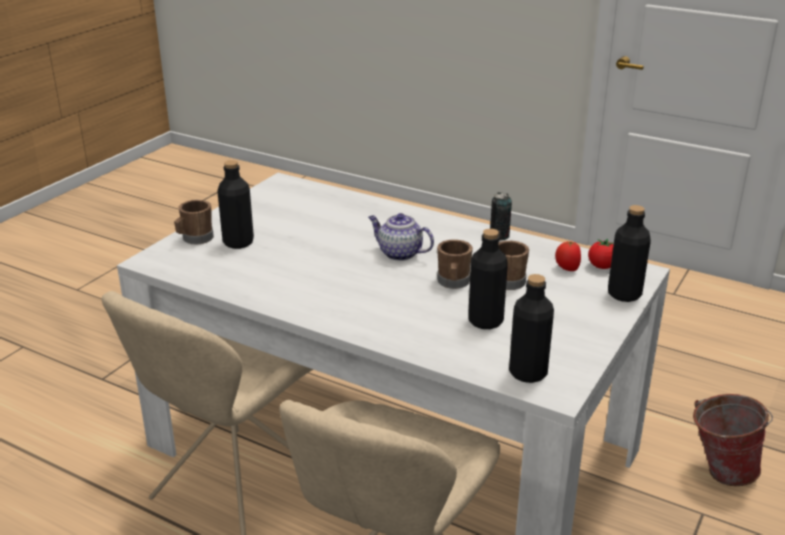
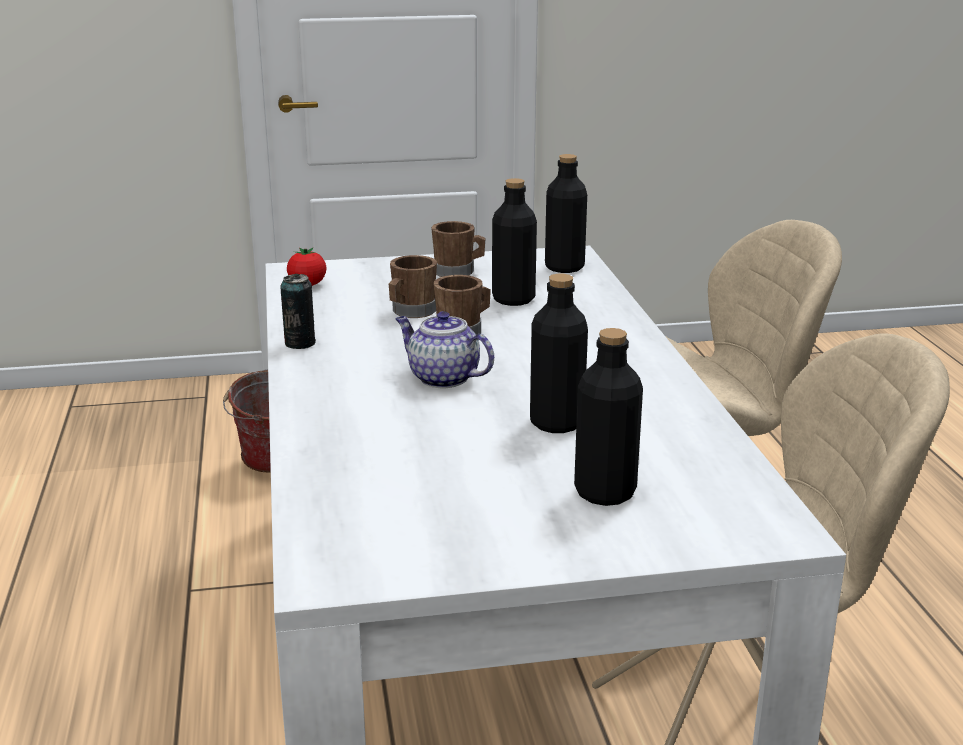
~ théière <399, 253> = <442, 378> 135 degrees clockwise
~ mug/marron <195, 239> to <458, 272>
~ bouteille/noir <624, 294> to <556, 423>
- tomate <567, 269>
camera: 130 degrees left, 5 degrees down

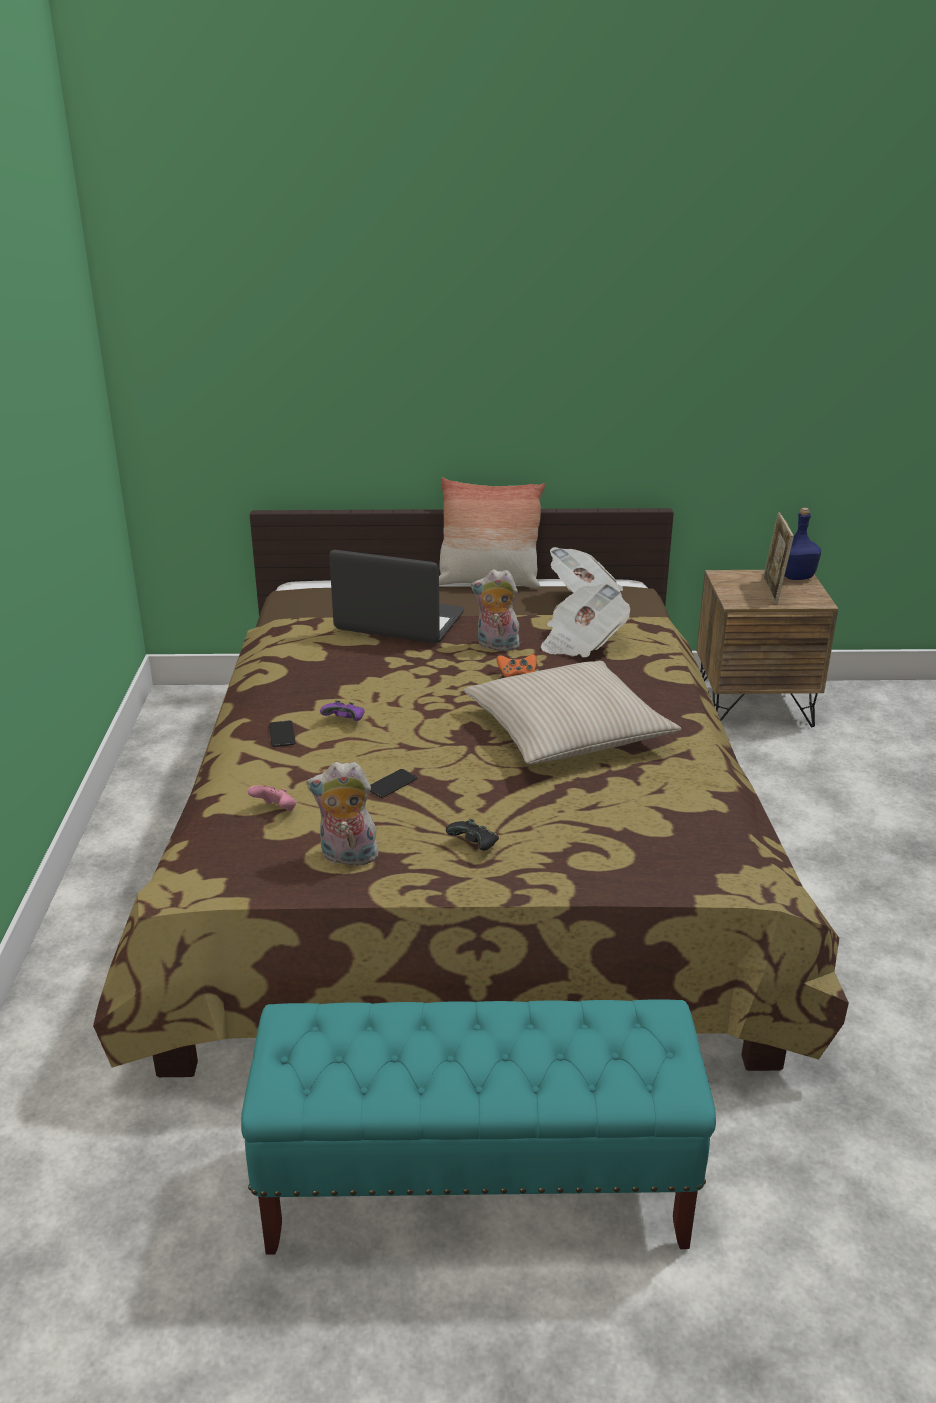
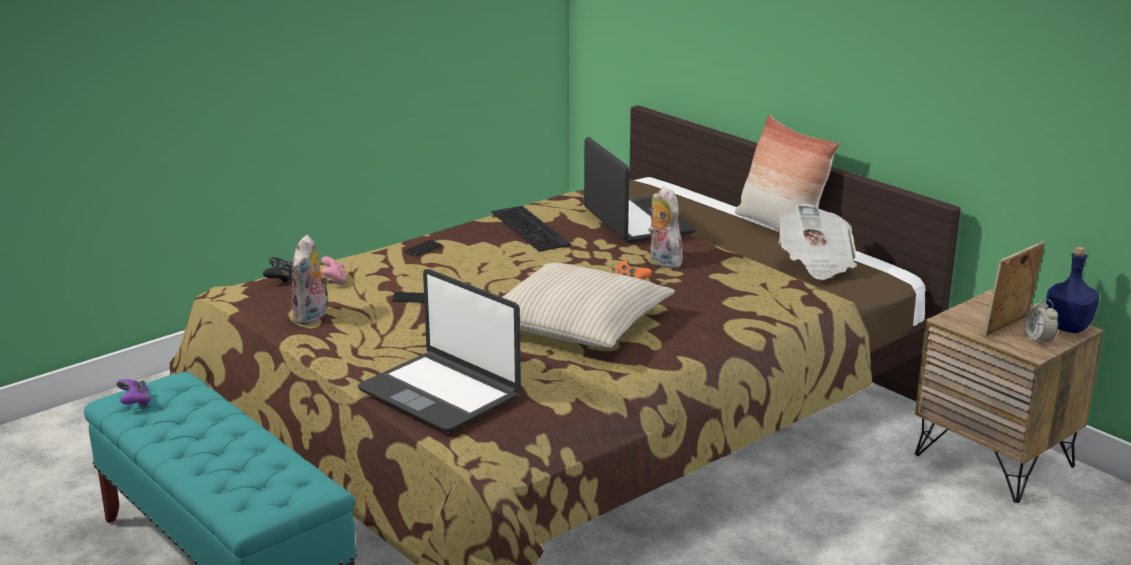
~ manette/violet <345, 721> to <135, 402>
~ manette/noir <474, 846> to <279, 278>
~ peluche <347, 857> = <312, 317> 135 degrees counterclockwise
+ ordinateur portable <440, 393>
+ clavier <532, 228>
+ réveil <1038, 339>
- journal <581, 642>
camera: 50 degrees right, 5 degrees down

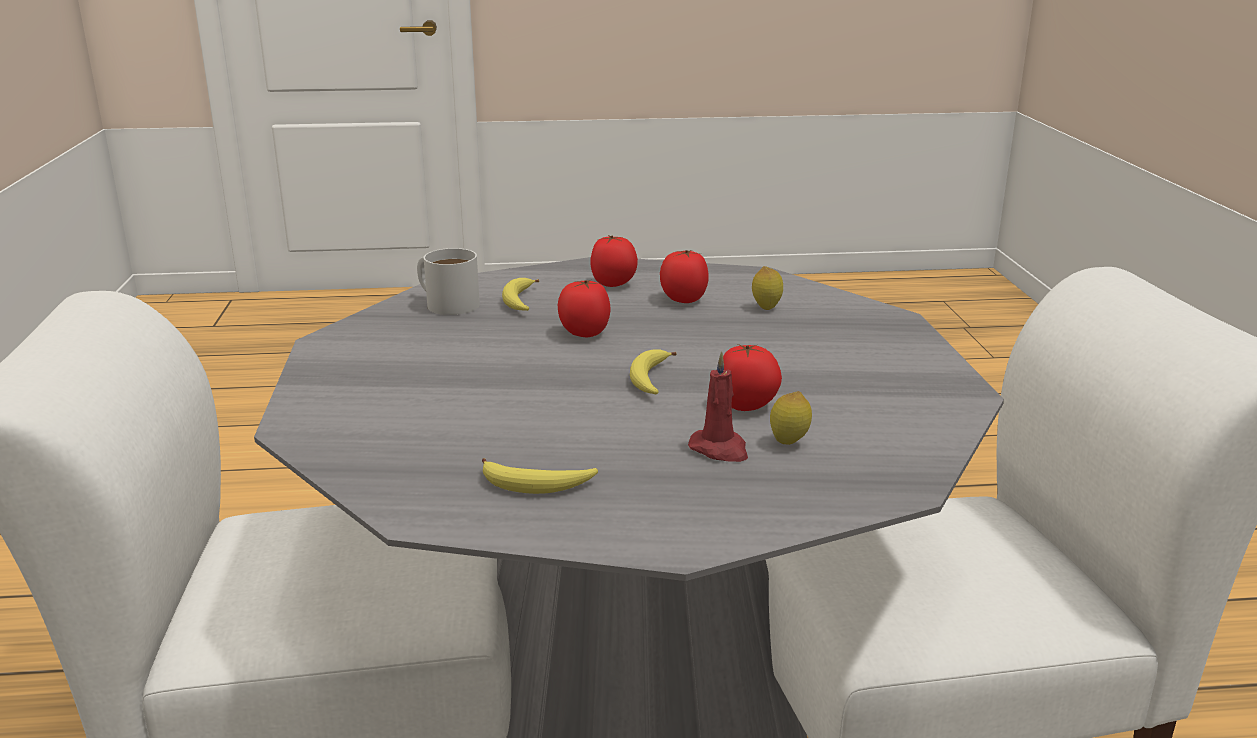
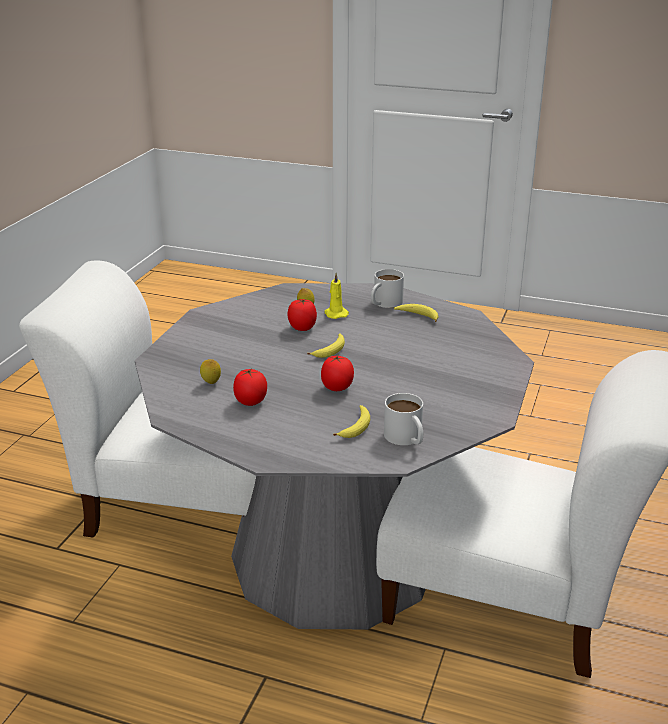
~ bougie/rouge <720, 449> to bougie/jaune <335, 314>
+ mug/blanc <384, 303>
- tomate <614, 284>
camera: 155 degrees left, 5 degrees up

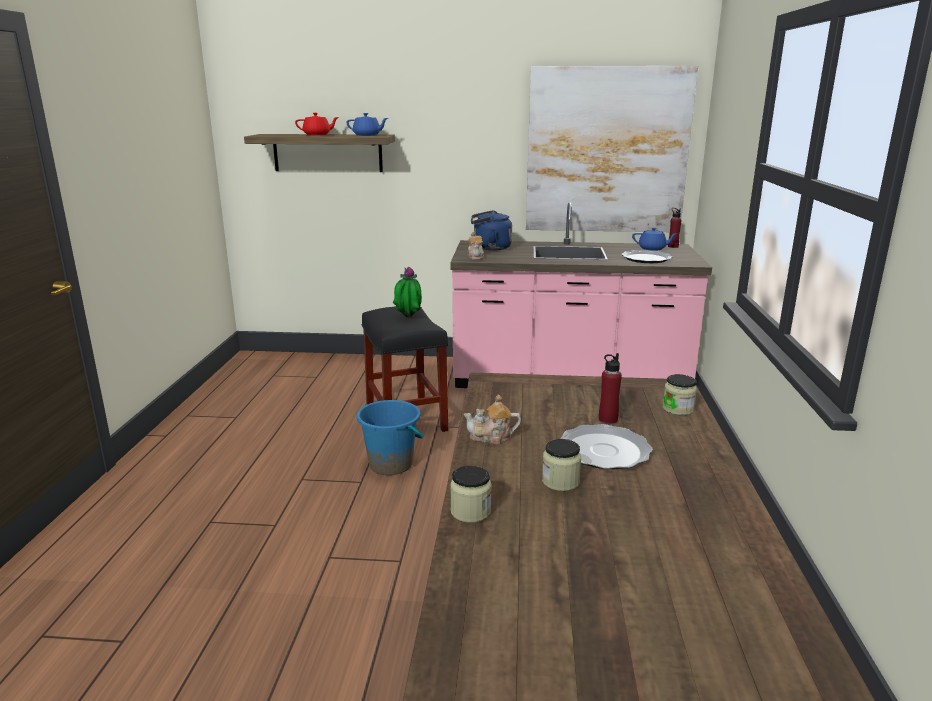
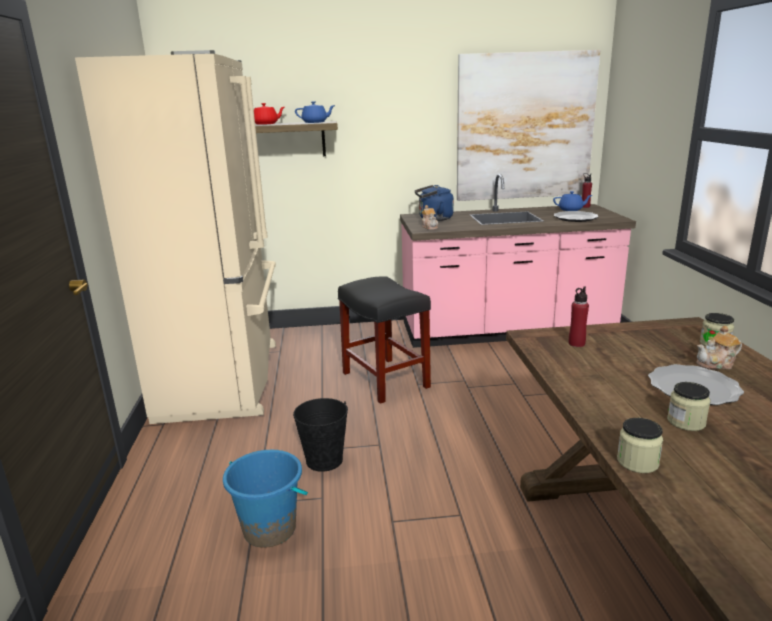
+ réfrigérateur/beige <224, 379>
~ seau/bleu <391, 464> to <270, 529>
+ seau/noir <324, 460>
~ bouteille/rouge <608, 419> to <576, 343>
~ théière <491, 437> to <716, 364>
- plante en pot <408, 318>
camera: 10 degrees left, 0 degrees up

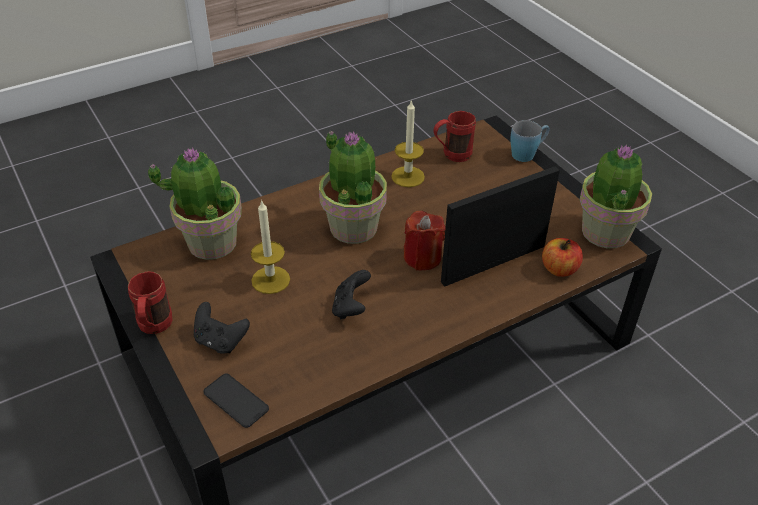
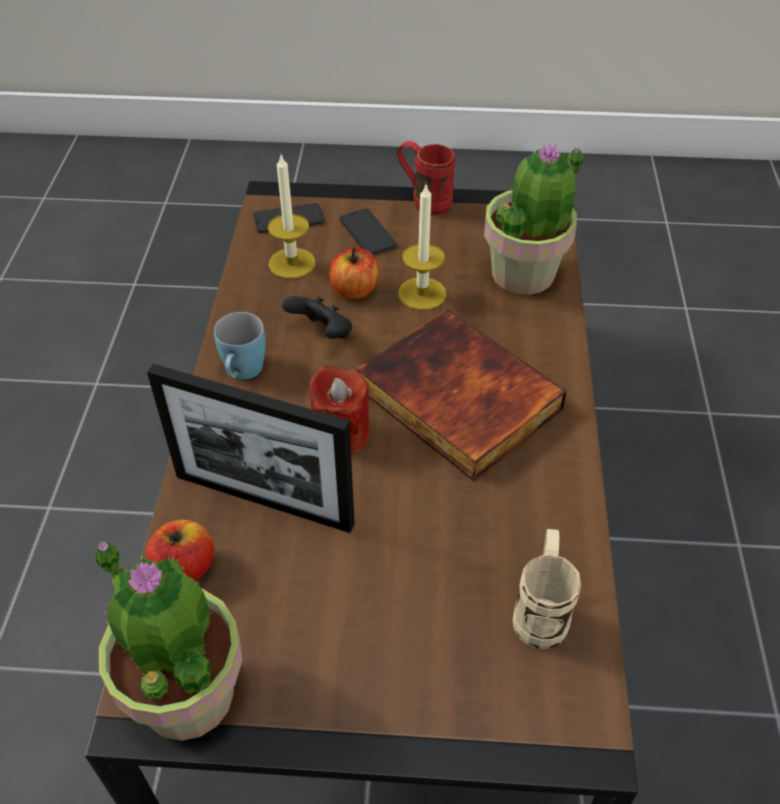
~ cadre photo <493, 264> = <263, 500> 105 degrees clockwise
~ mug/bleu <527, 153> to <242, 373>
~ bougie <408, 176> to <292, 263>
+ pomme <355, 290>
~ manette/noir <220, 341> to téléphone <367, 233>
~ plante en pot <353, 227> to livre <455, 399>
~ mug/rouge <451, 156> to mug/beige <541, 610>
camera: 125 degrees right, 5 degrees up

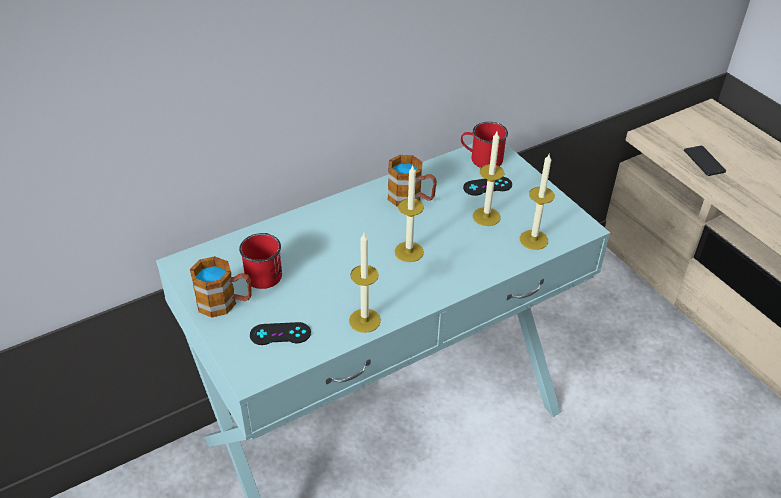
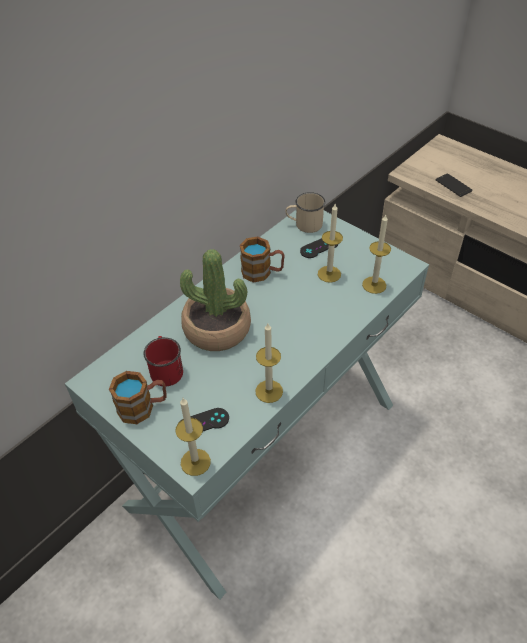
~ bougie <409, 252> to <195, 462>
+ plante en pot <217, 329>
~ mug/rouge <481, 158> to mug/beige <304, 224>
camera: 15 degrees left, 5 degrees up

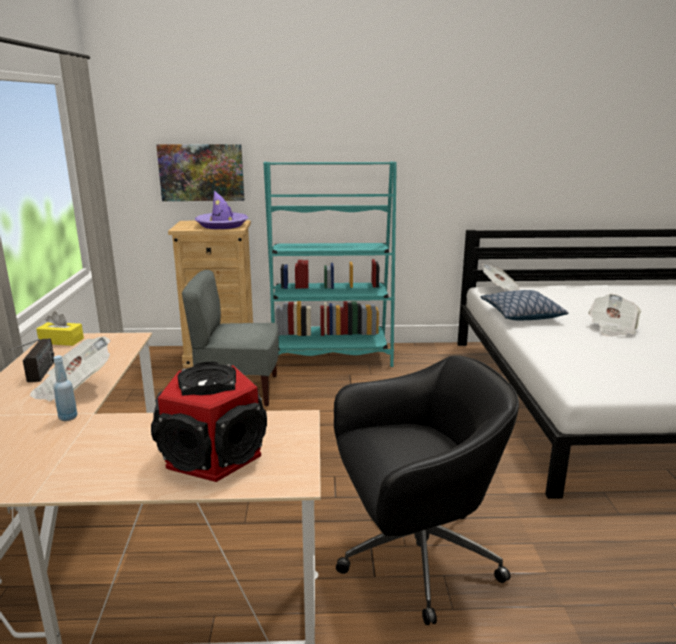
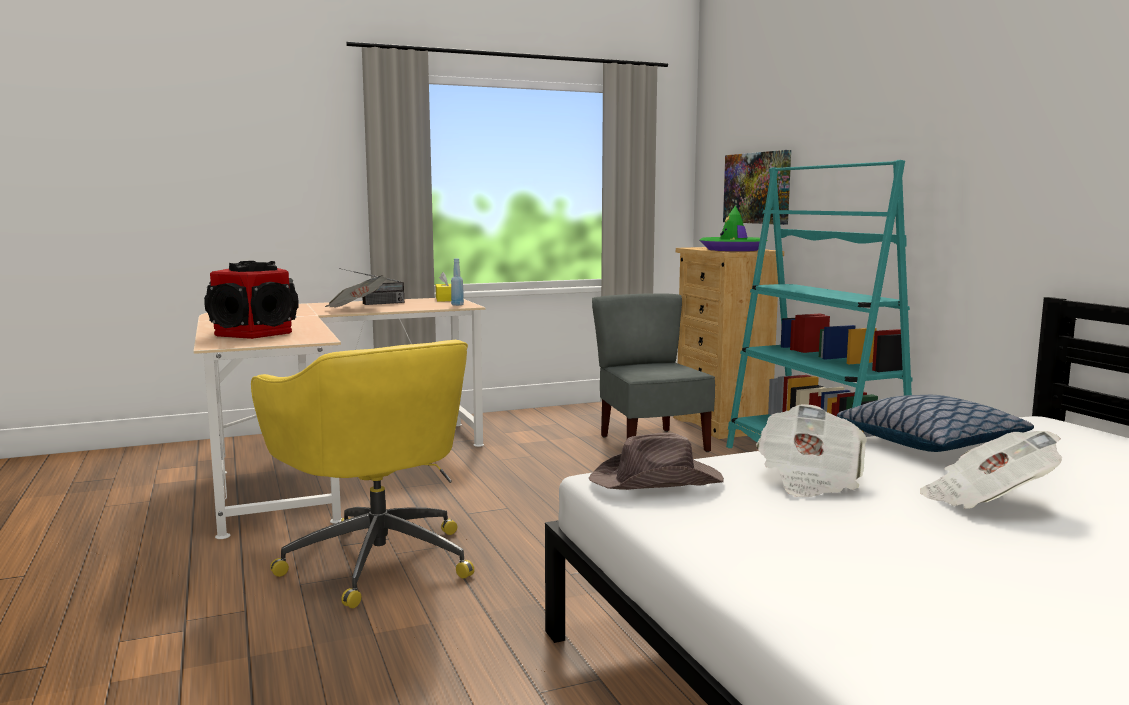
~ chaise de bureau/noir <414, 557> to chaise de bureau/jaune <377, 559>
~ bouteille/bleu <68, 417> to <457, 305>
+ chapeau/marron <657, 481>
~ chapeau/violet <222, 225> to chapeau/vert <733, 249>
~ journal <501, 290> to <809, 480>
camera: 70 degrees right, 10 degrees down

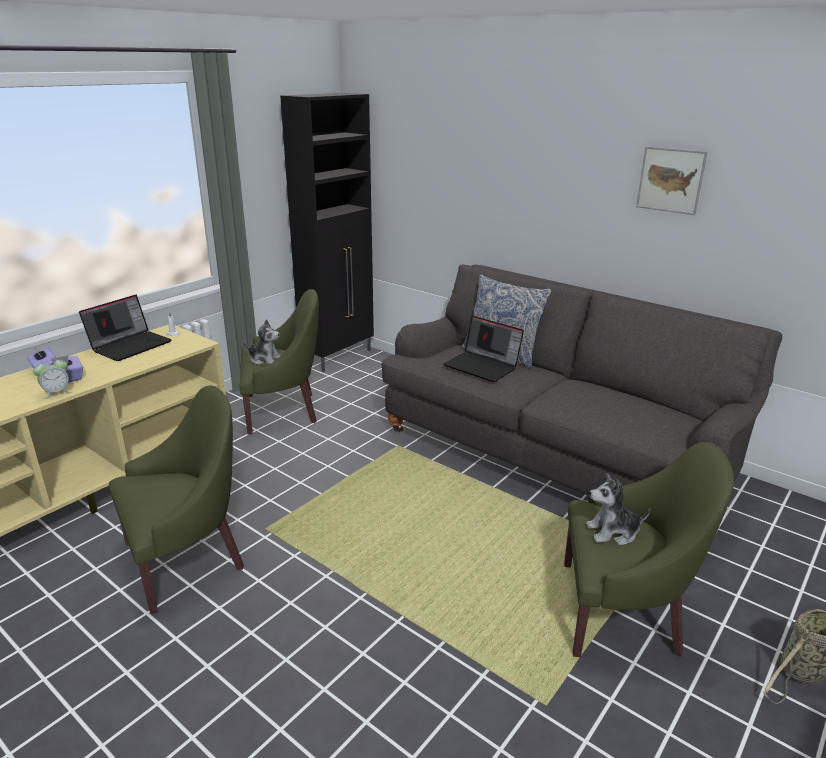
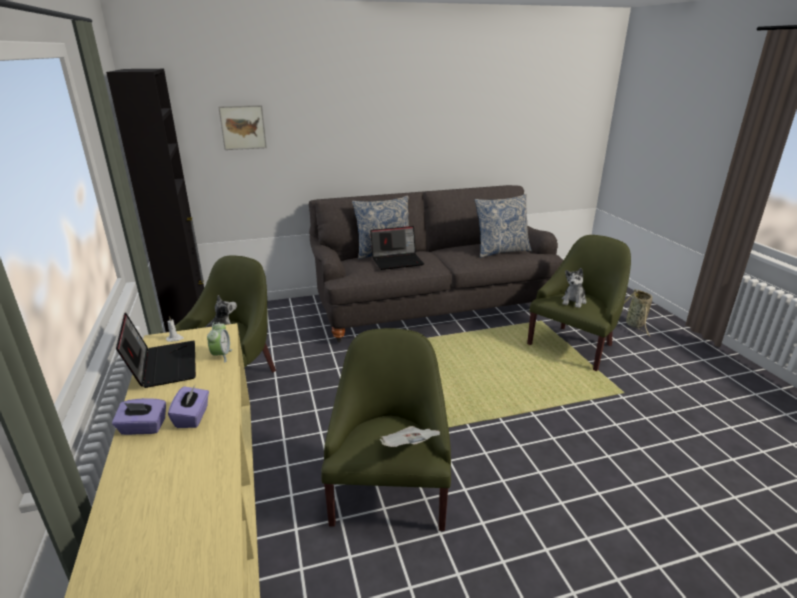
~ réveil <56, 393> to <221, 355>
~ tableau <670, 180> to <243, 127>
+ journal <409, 448>
+ coussin <501, 251>
camera: 55 degrees left, 0 degrees up

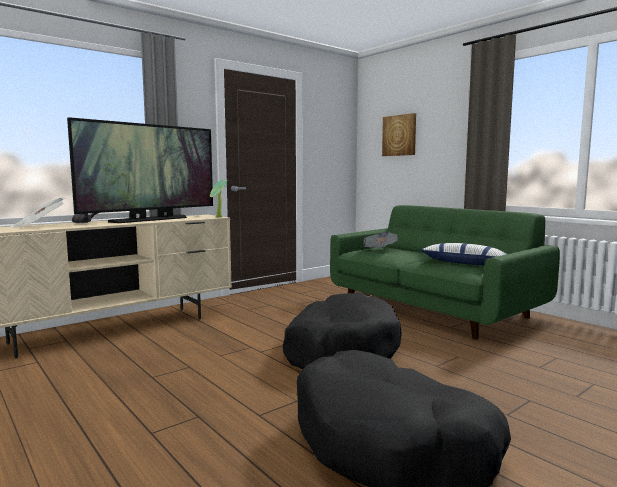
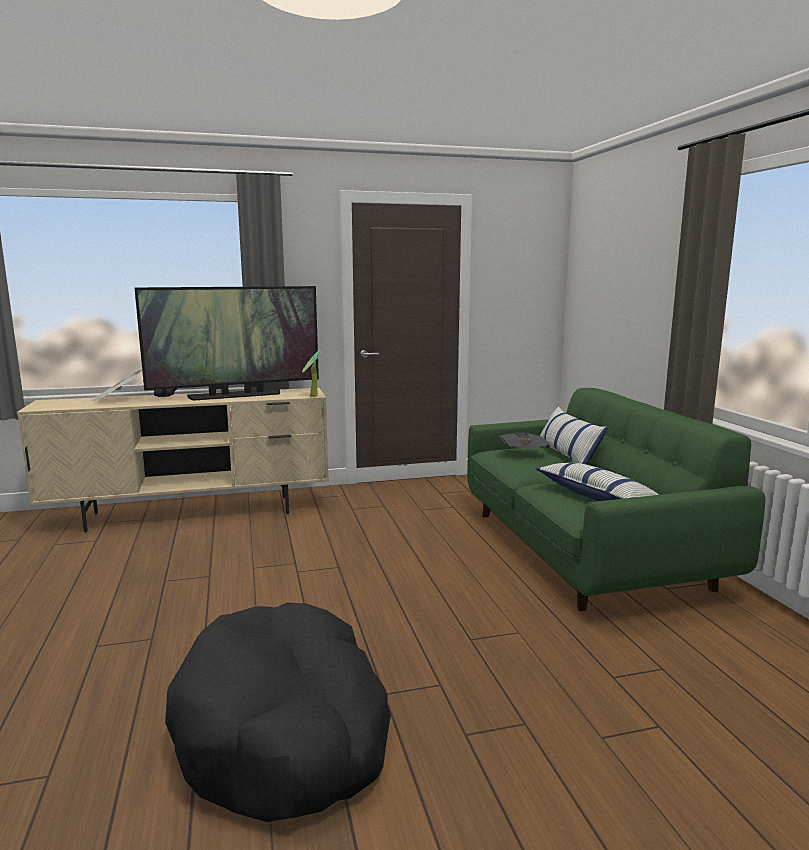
+ coussin <567, 456>
- panier pour chien/noir <340, 350>
- tableau <399, 135>
camera: 25 degrees right, 5 degrees up

